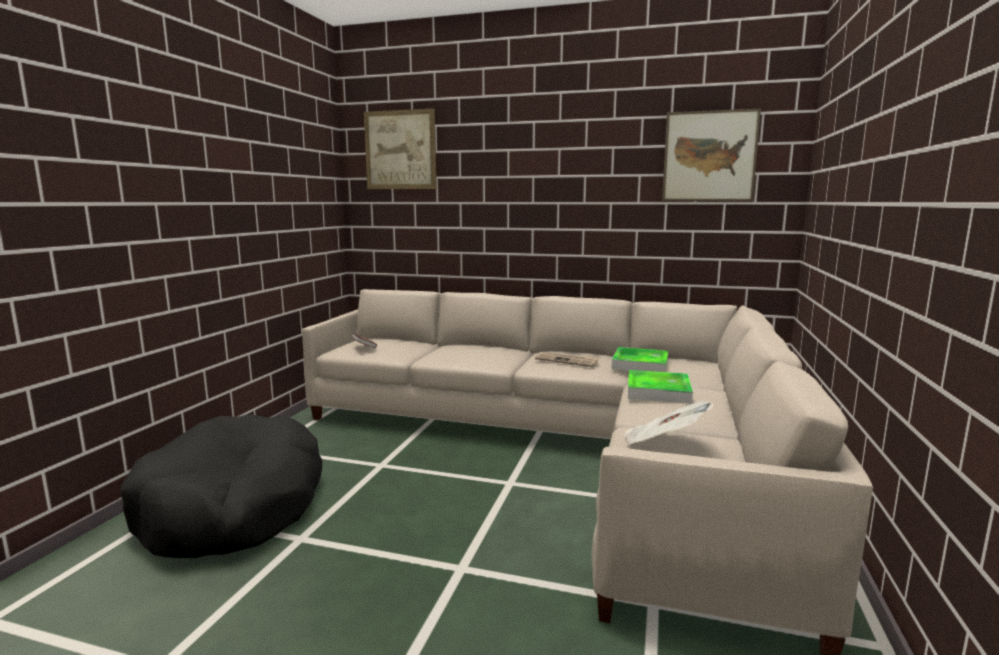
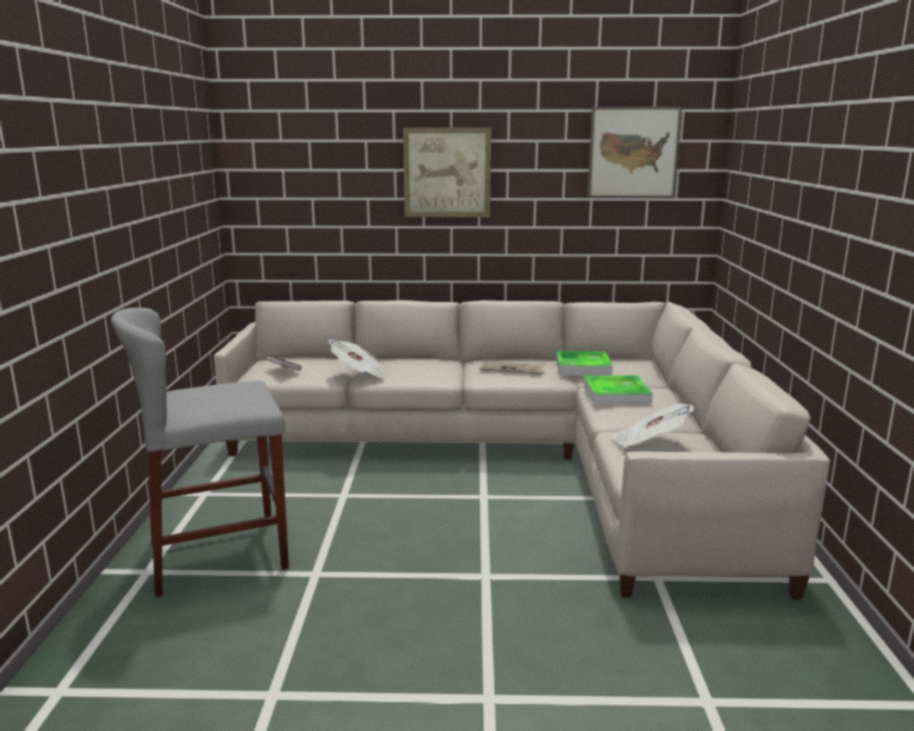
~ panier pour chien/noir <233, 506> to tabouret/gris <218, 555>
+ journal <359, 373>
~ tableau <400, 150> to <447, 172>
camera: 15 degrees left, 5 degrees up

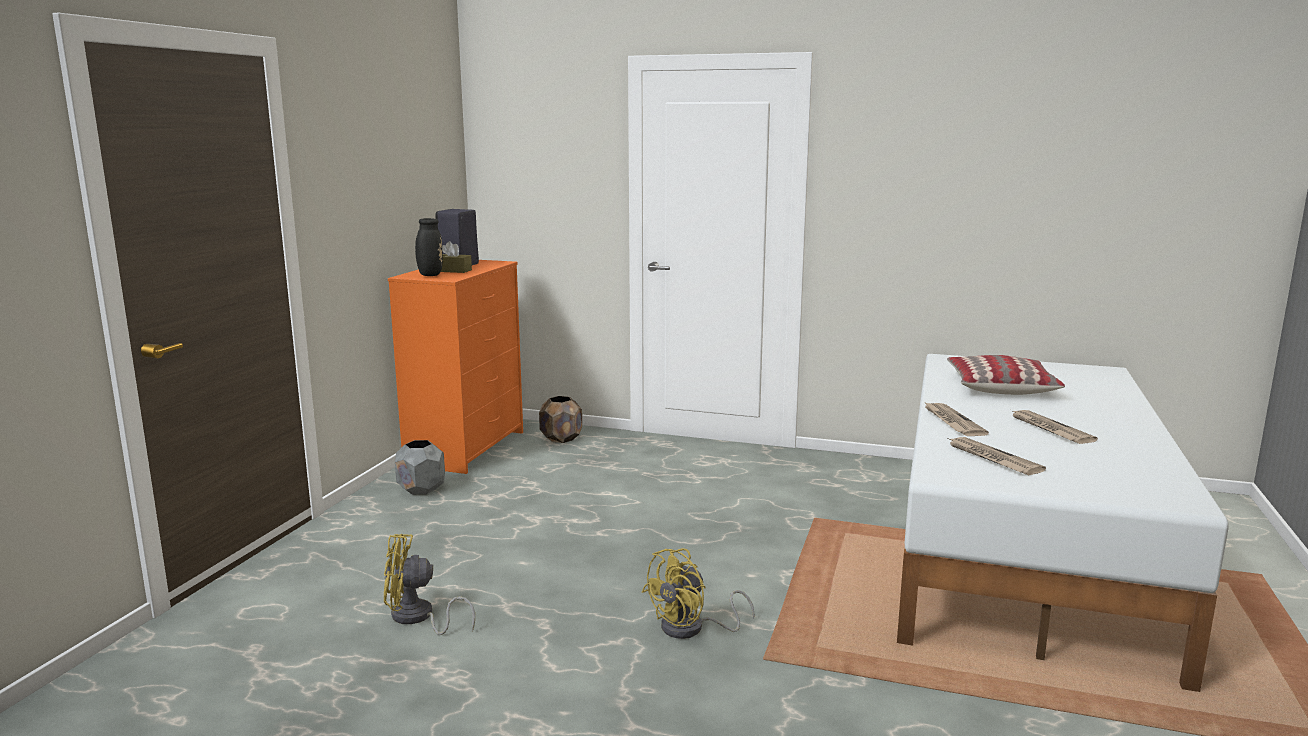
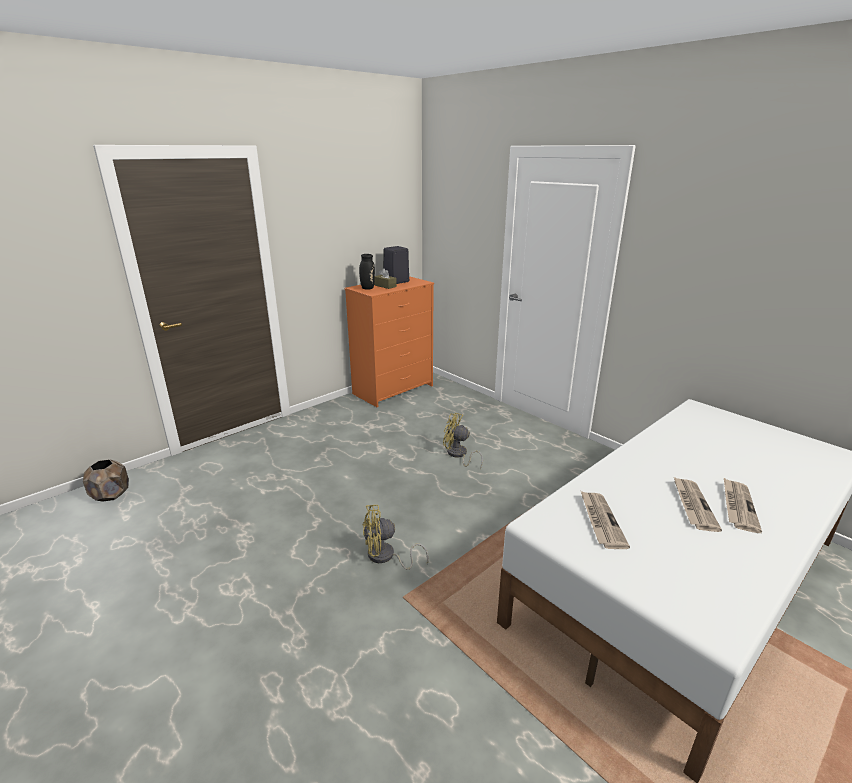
~ cache-pot/marron <561, 439> to <111, 495>
~ ventilateur/jaune <417, 618> to <458, 455>
~ journal <952, 421> to <738, 506>
- cache-pot/gris <422, 490>
- coussin <1000, 386>
camera: 30 degrees right, 10 degrees up

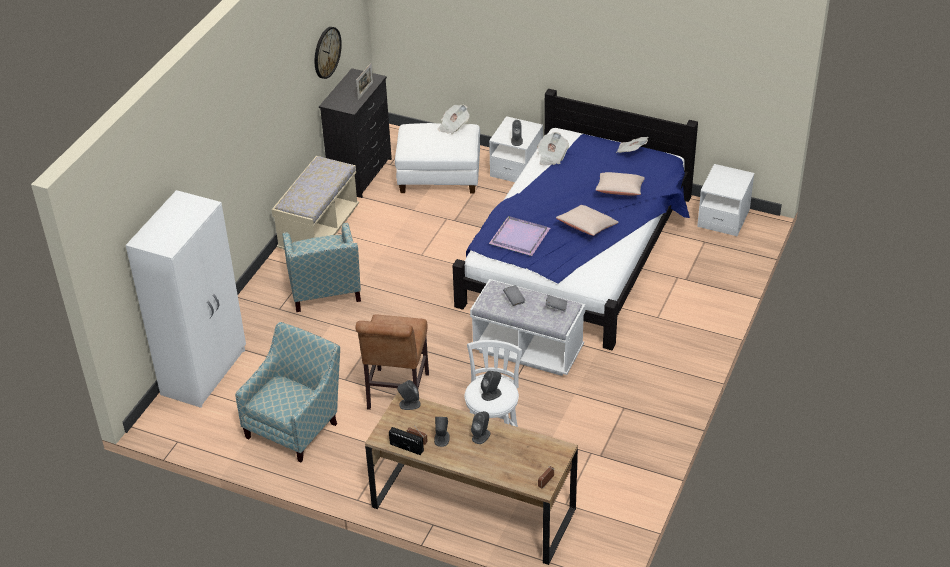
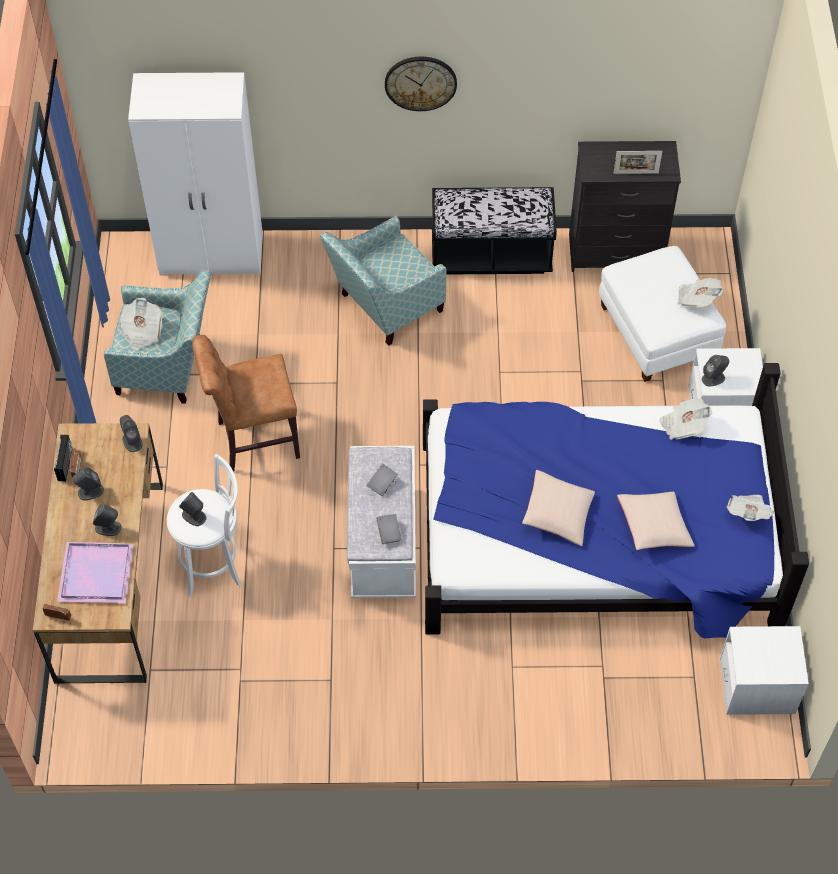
~ plateau/violet <519, 236> to <97, 572>
+ journal <142, 332>
~ horloge murale <326, 52> to <420, 82>
~ banc/beige <319, 229> to banc/noir <491, 255>
camera: 65 degrees right, 15 degrees up

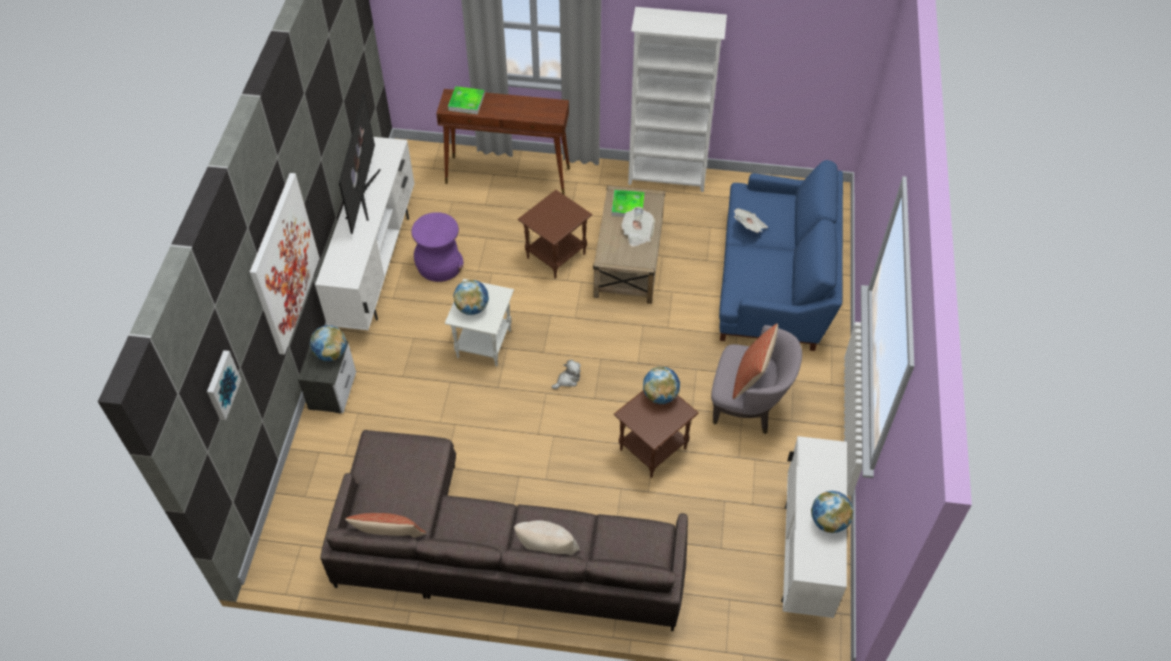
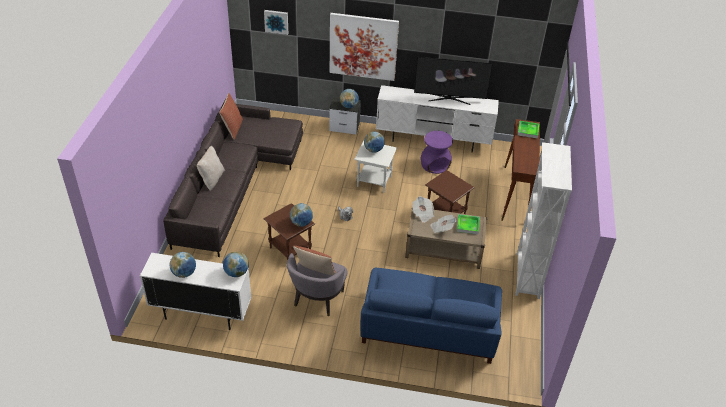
+ globe <236, 273>
~ journal <749, 227> to <422, 214>
camera: 90 degrees right, 10 degrees down

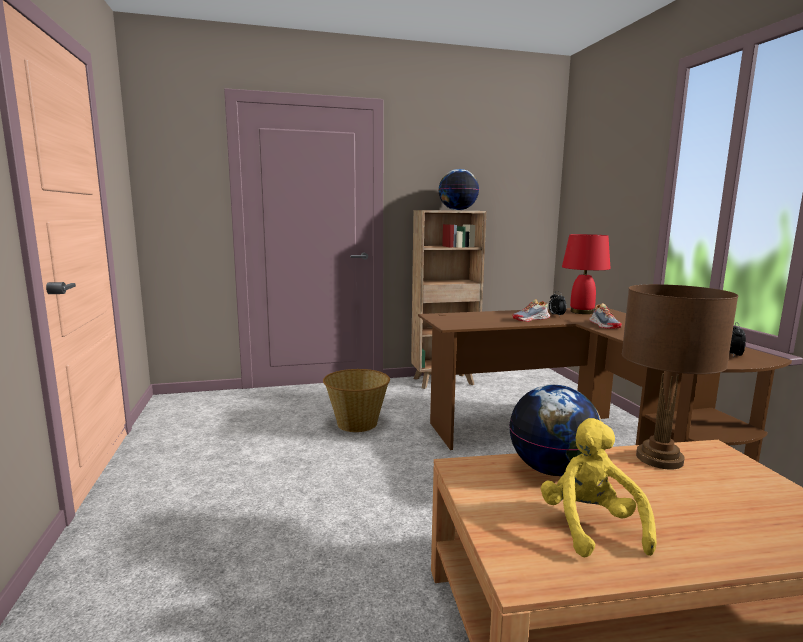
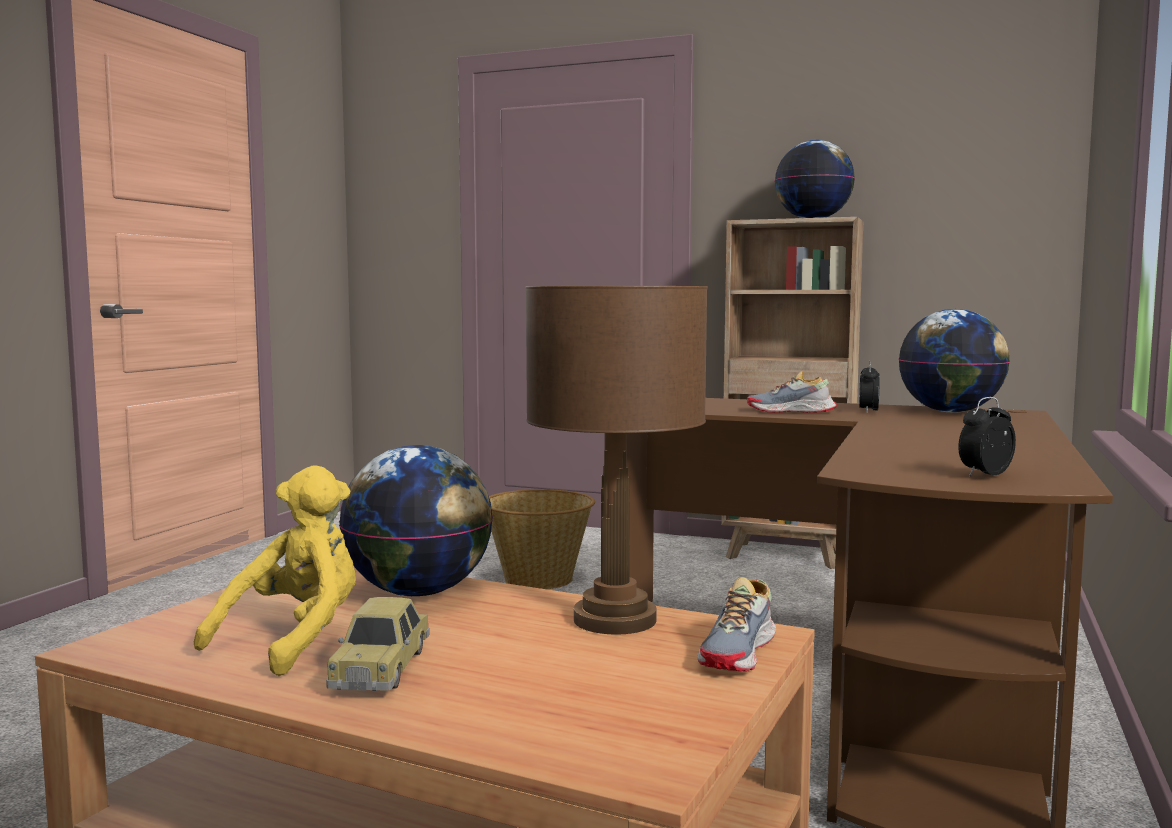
+ petite voiture <382, 667>
~ chaussure <604, 325> to <740, 652>
~ lampe de table/rouge <582, 312> to globe <951, 412>
camera: 35 degrees right, 5 degrees down

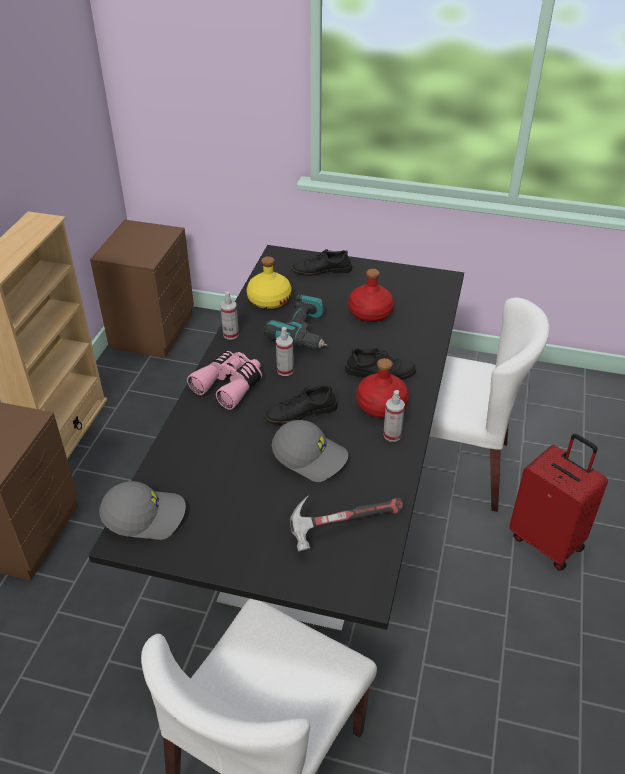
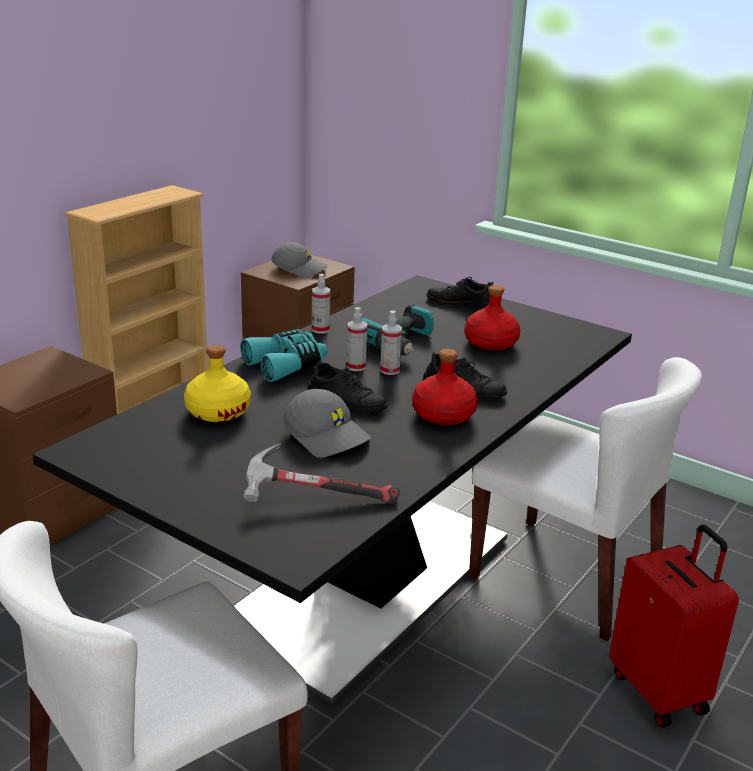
~ bouteille/jaune <269, 300> to <217, 411>
~ jumelles/rose <230, 385> to jumelles/turquoise <287, 365>
~ casquette/gris <145, 515> to <300, 269>
~ chaussure/noir <301, 412> = <346, 401> 150 degrees counterclockwise
~ vaporisateur <392, 435> to <390, 370>
camera: 20 degrees right, 15 degrees down

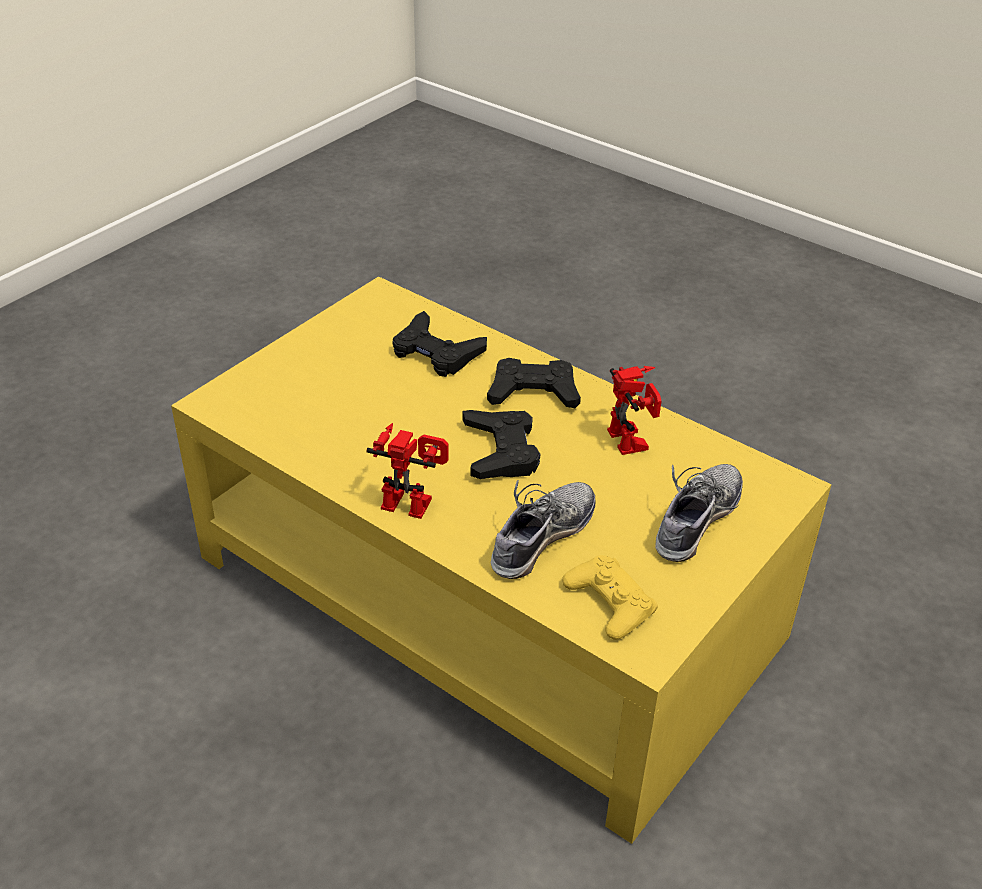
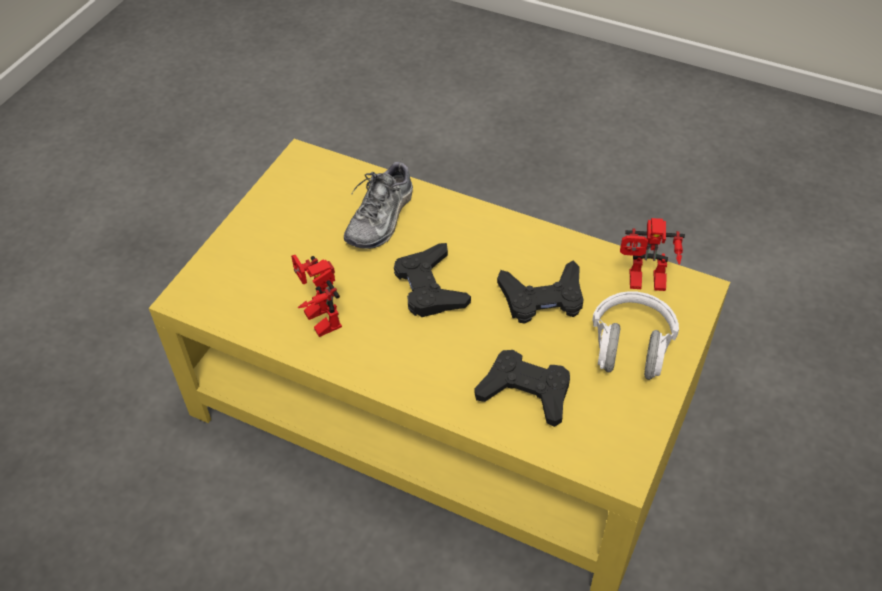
~ manette/noir <533, 392> to <542, 298>
+ casque audio/blanc <630, 347>
~ robot jouet <412, 500> to <644, 284>
- manette/jaune <609, 603>
- chaussure <696, 521>
camera: 170 degrees right, 10 degrees up

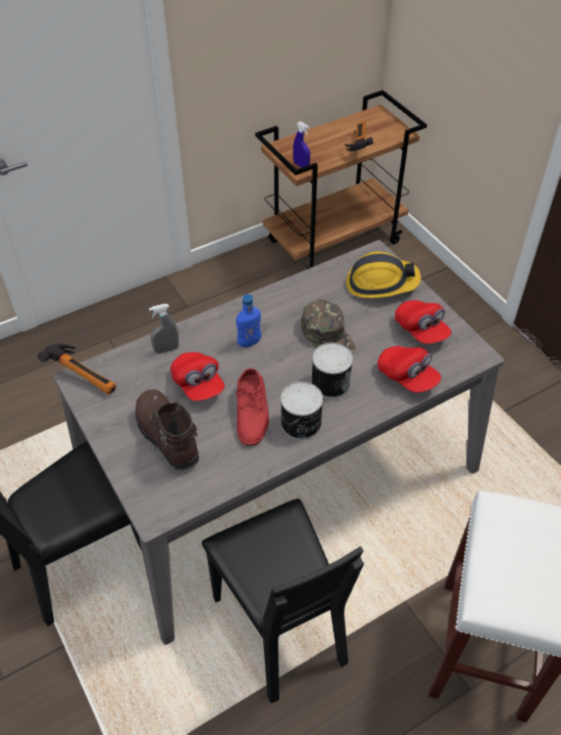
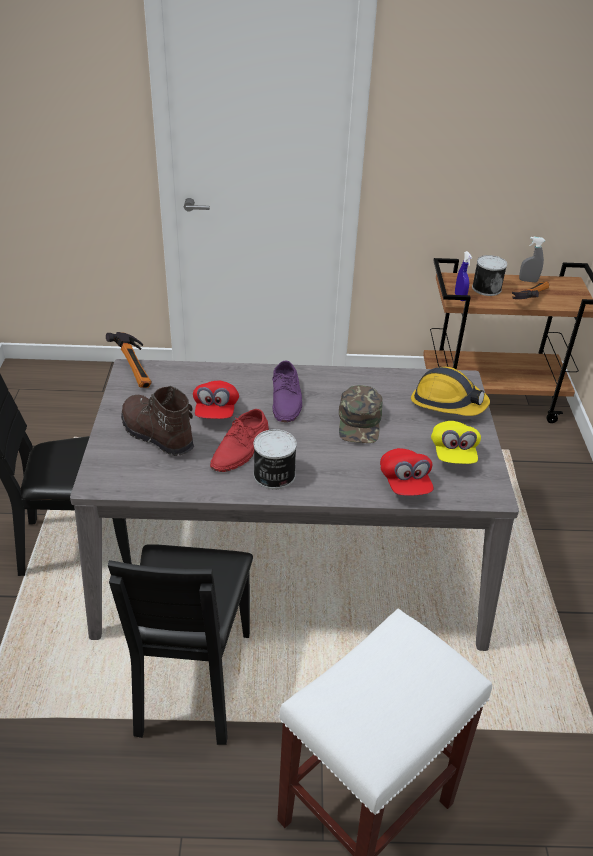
~ botte/marron <166, 437> = <156, 435> 45 degrees counterclockwise
~ bouteille/bleu <249, 342> to chaussure/violet <286, 399>
~ casquette/rouge <421, 330> to casquette/jaune <453, 453>
~ boîte métallique <329, 382> to <486, 288>
~ vaporisateur/gris <166, 349> to <528, 281>
camera: 30 degrees right, 10 degrees down

